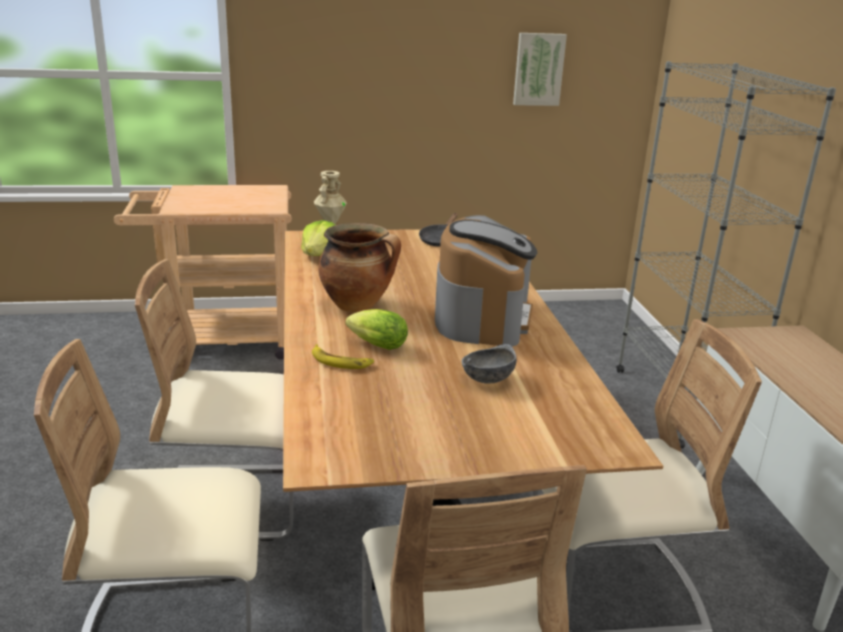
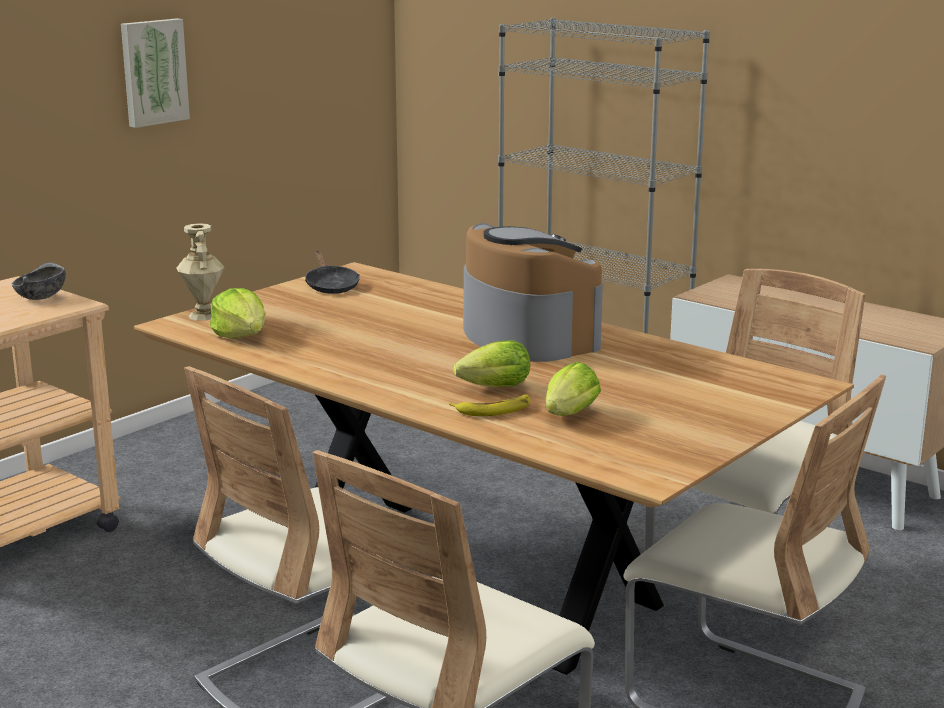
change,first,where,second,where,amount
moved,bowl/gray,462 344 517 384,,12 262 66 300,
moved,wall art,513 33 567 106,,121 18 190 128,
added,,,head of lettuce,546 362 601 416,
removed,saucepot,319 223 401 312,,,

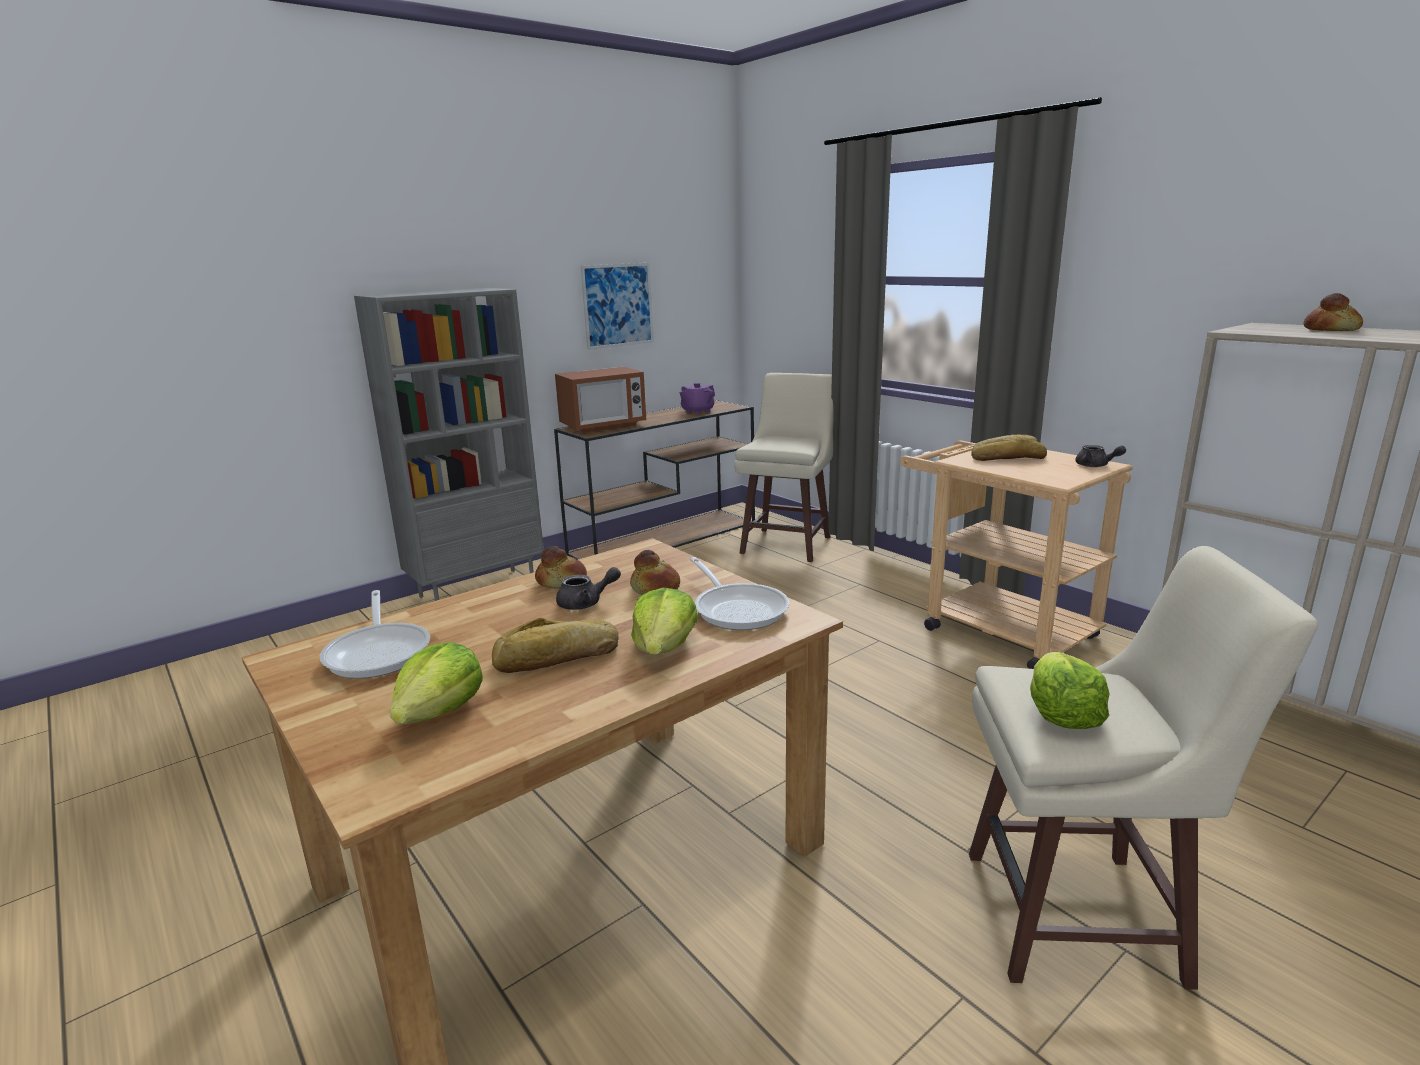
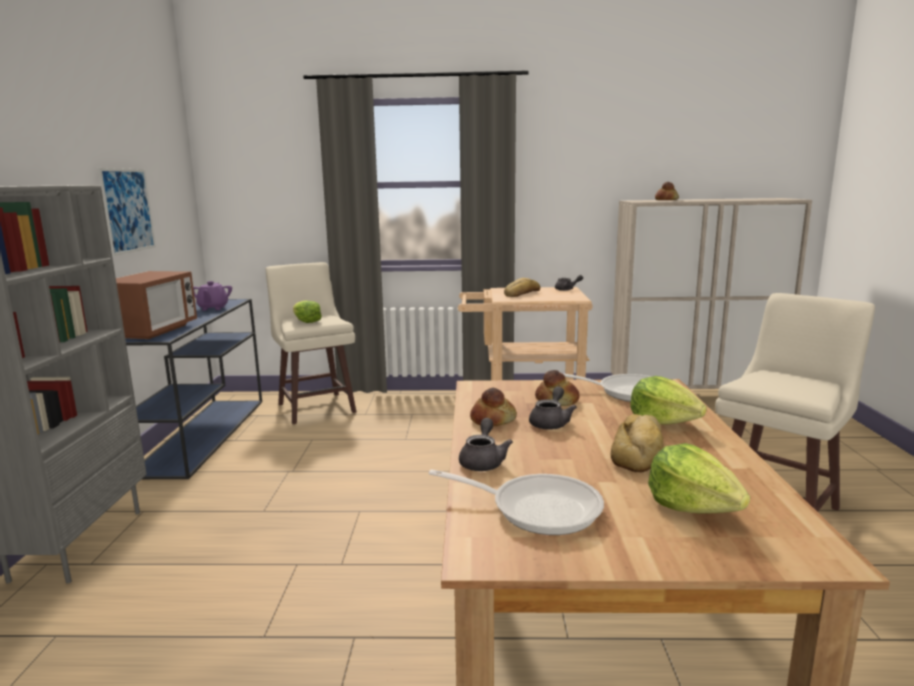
change,first,where,second,where,amount
recoloured,hall table/brownish,554 400 755 560,hall table/bluish,125 299 262 479,
moved,head of lettuce,1030 652 1110 729,,293 300 322 323,
added,,,pot for tea/gray,459 418 513 471,

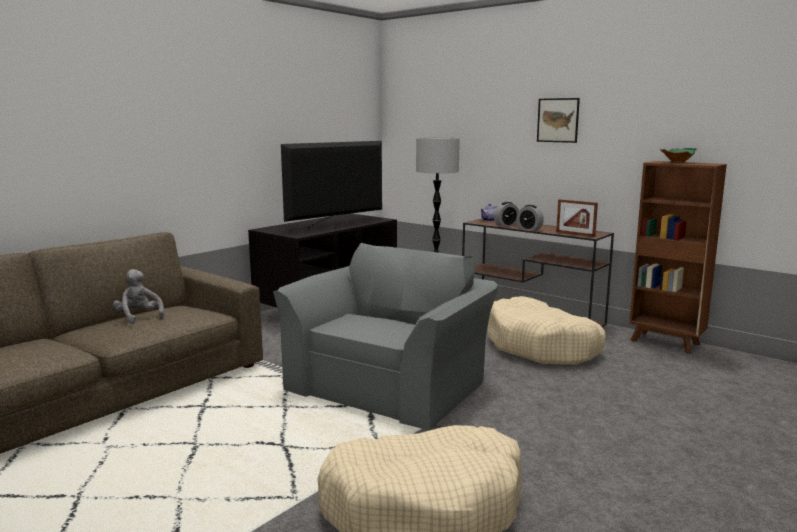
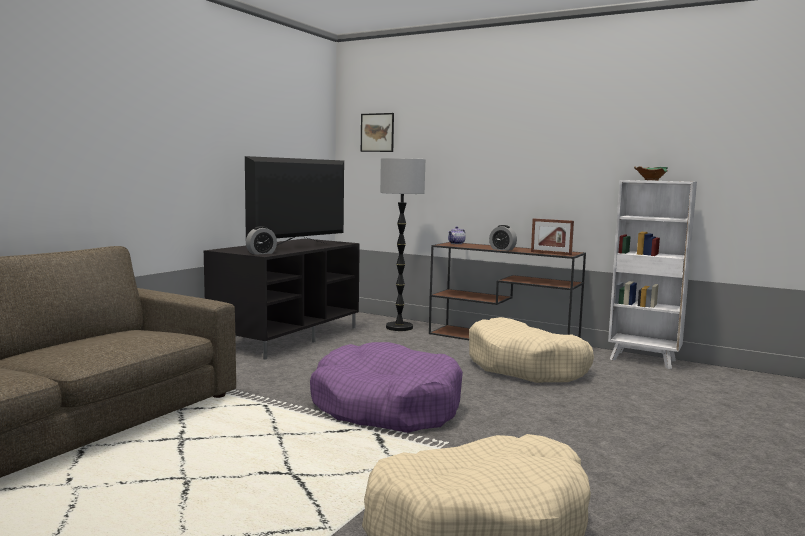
change,first,where,second,where,amount
moved,bedside clock,494 202 519 226,,246 226 277 255,
replaced,lounge chair/gray,273 243 498 430,dog cushion/purple,310 342 463 433,
moved,wall art,537 98 580 143,,361 113 394 152,
recoloured,shelving unit/brownish,629 161 727 354,shelving unit/whitish,608 180 697 369,
removed,cuddly toy/gray,113 269 164 324,,,

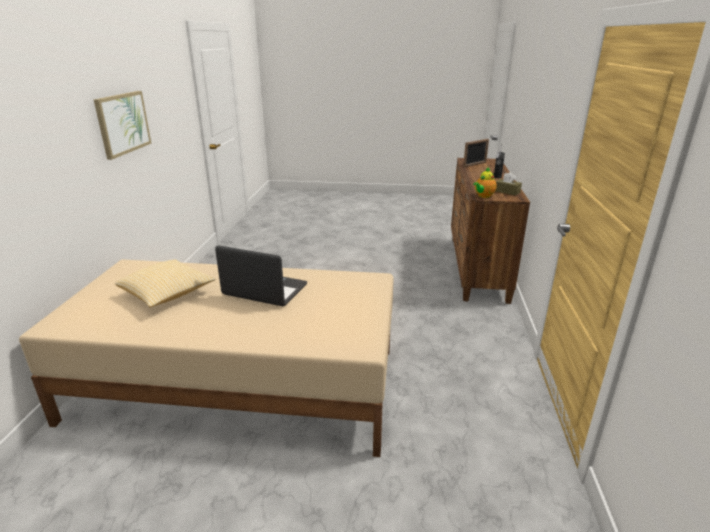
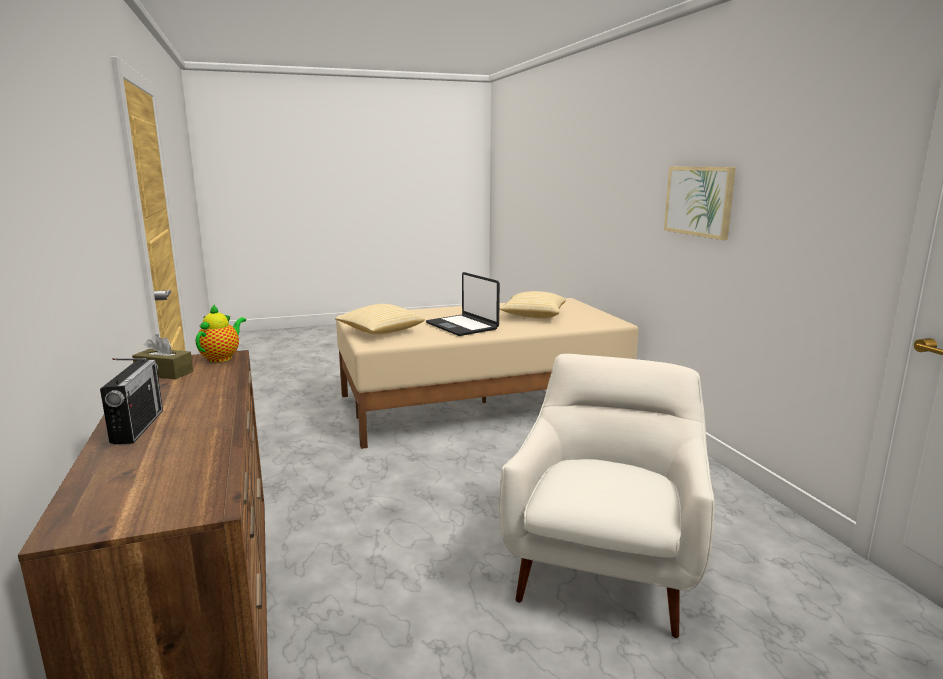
change,first,where,second,where,amount
added,,,pillow,335 304 425 334,
turned,notebook computer,215 245 307 306,,426 272 500 336,60 degrees clockwise
added,,,lounge chair/whitish,499 354 715 638,
removed,photo frame,463 139 489 168,,,

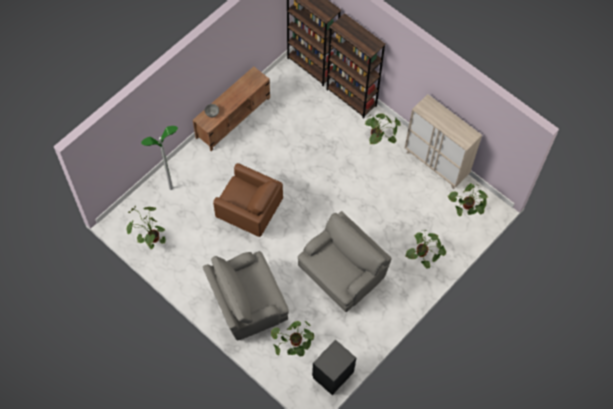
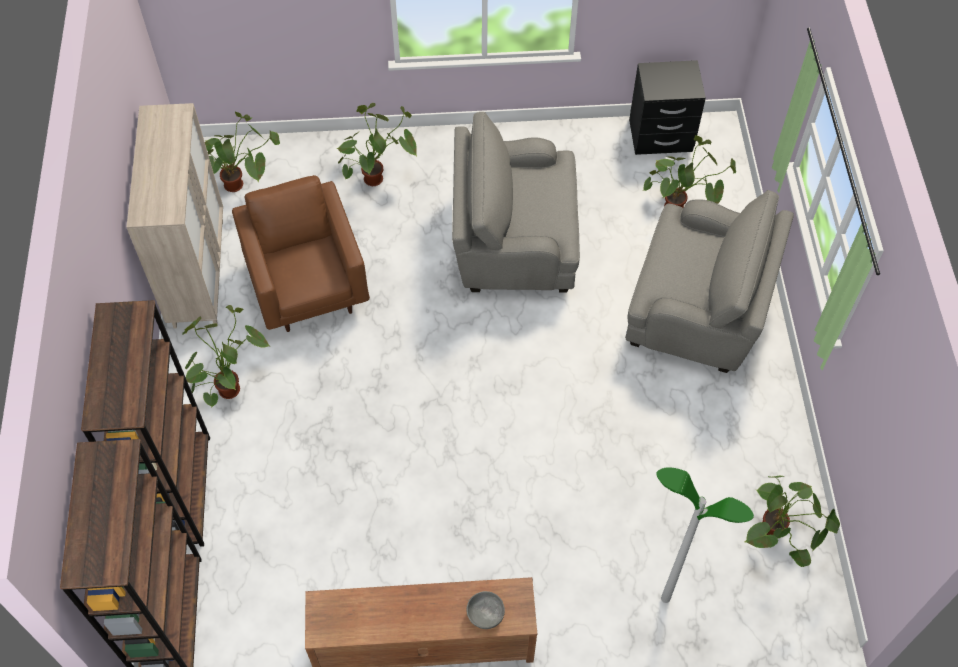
change,first,where,second,where,amount
moved,lounge chair/brownish,213 163 283 237,,232 175 370 332,

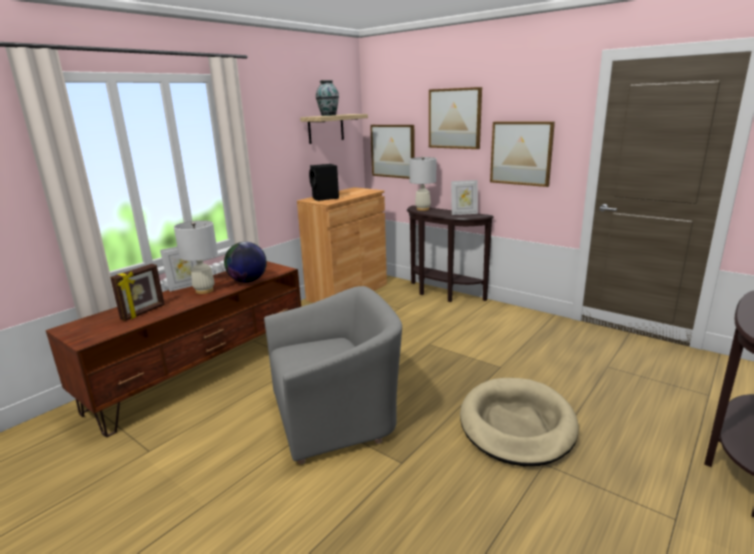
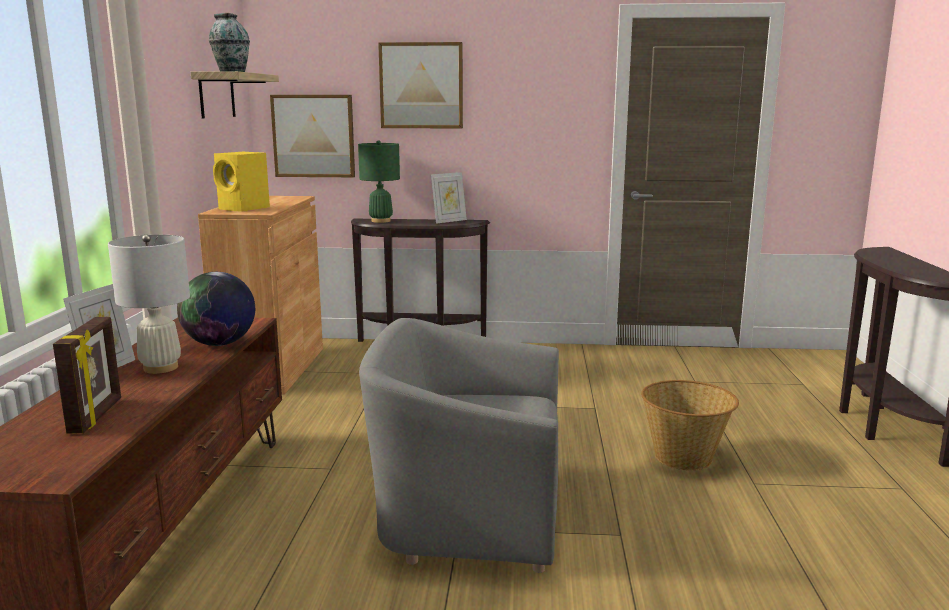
change,first,where,second,where,amount
recoloured,loudspeaker/black-coloured,309 164 339 201,loudspeaker/yellow-coloured,213 152 270 212,
recoloured,tabletop lamp/whitish,409 156 436 211,tabletop lamp/green-coloured,358 140 400 223,
turned,lounge chair/gray,264 286 402 464,,359 318 559 573,120 degrees counterclockwise
replaced,dog cushion/beige,460 378 579 466,basket,641 380 739 470,
removed,wall art,490 122 555 187,,,

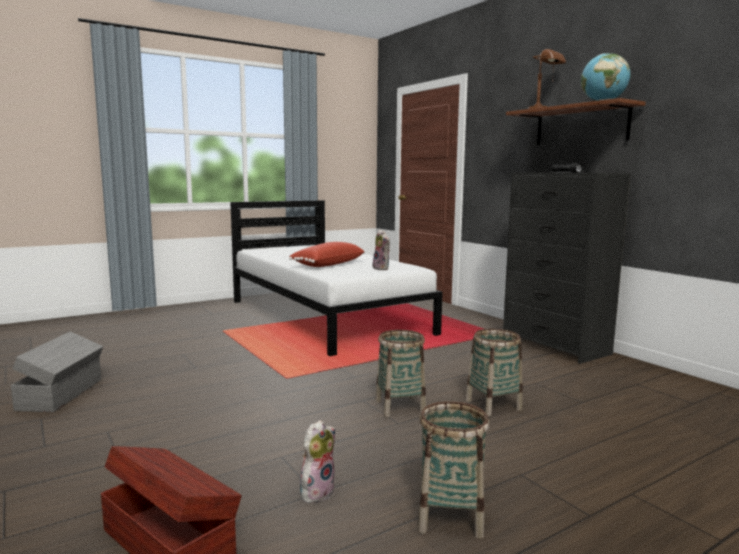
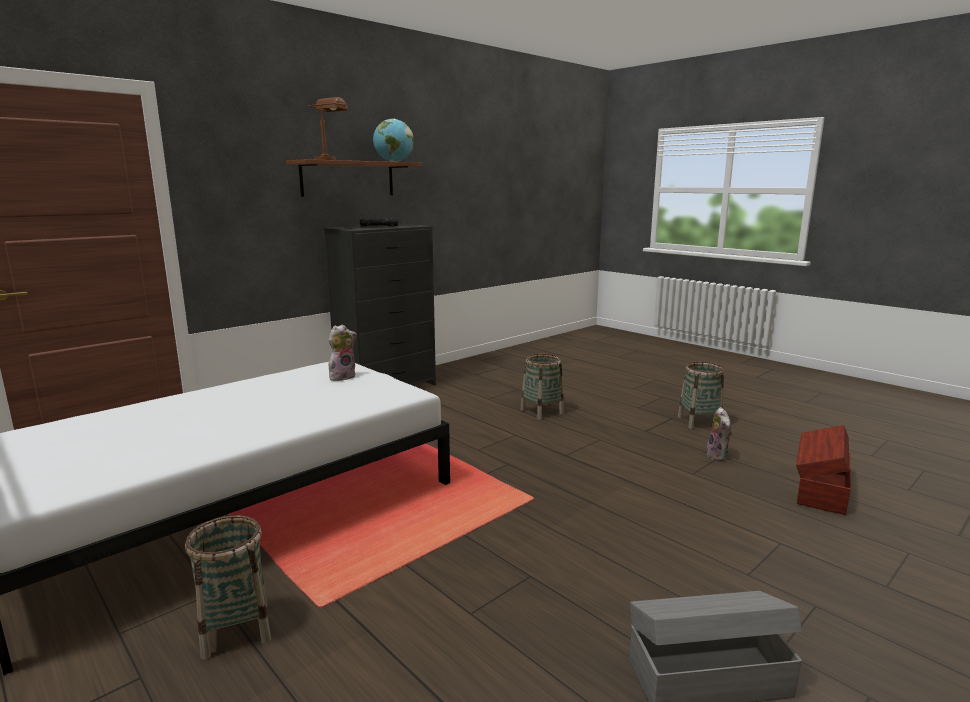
change,first,where,second,where,amount
moved,basket,375 330 426 417,,185 515 271 660,
turned,cuddly toy,300 420 335 505,,706 407 732 461,120 degrees counterclockwise
removed,pillow/reddish,289 242 365 267,,,

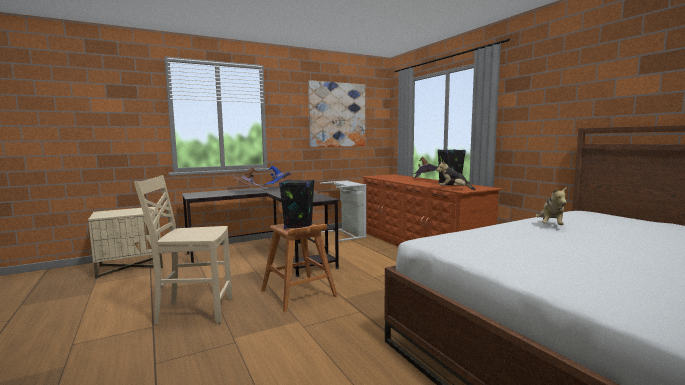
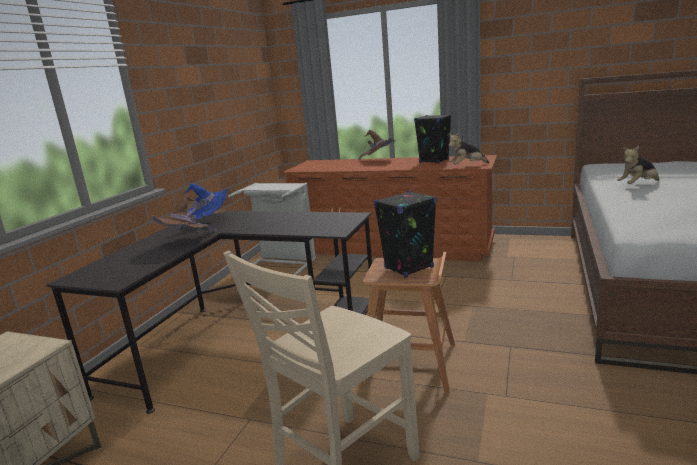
change,first,where,second,where,amount
turned,cuddly toy,535 187 567 225,,617 146 659 184,90 degrees clockwise
removed,wall art,308 80 365 147,,,

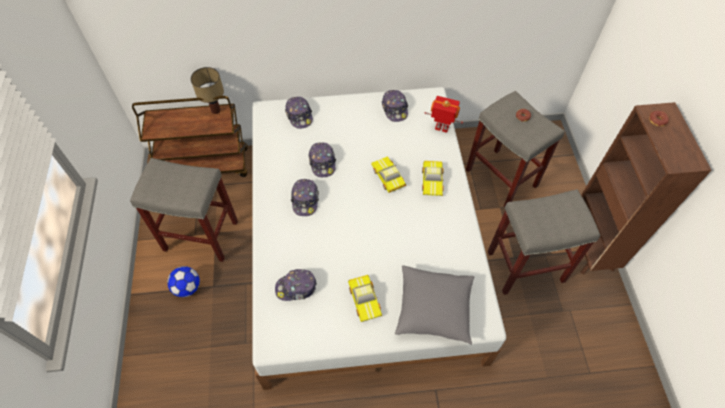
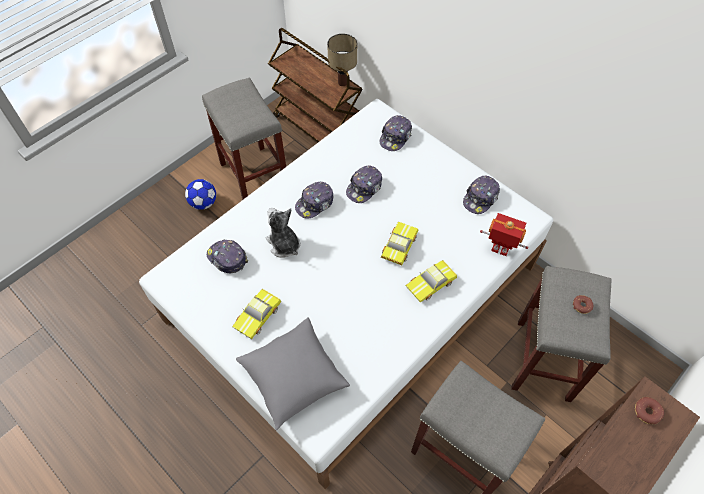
change,first,where,second,where,amount
added,,,cuddly toy,266 208 300 258,
turned,robot figure,425 96 463 133,,480 213 528 256,45 degrees counterclockwise

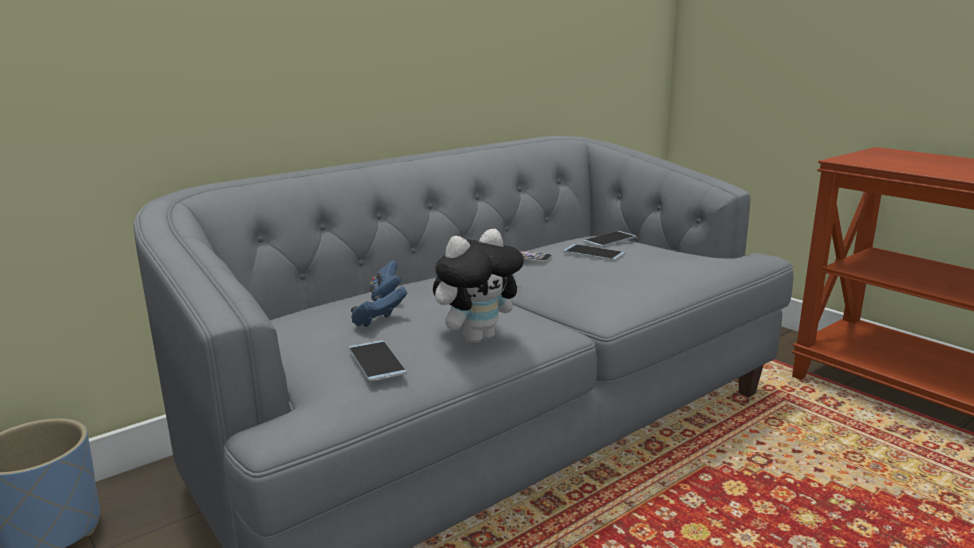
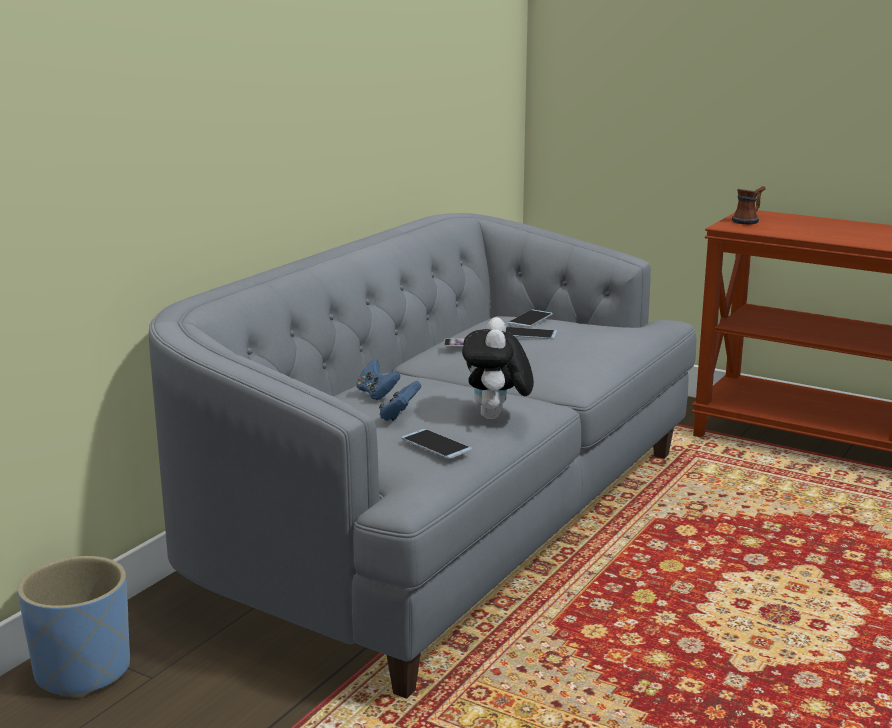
change,first,where,second,where,amount
turned,cuddly toy,433 229 524 343,,462 317 534 419,150 degrees clockwise
added,,,coffee mug,732 186 766 225,

